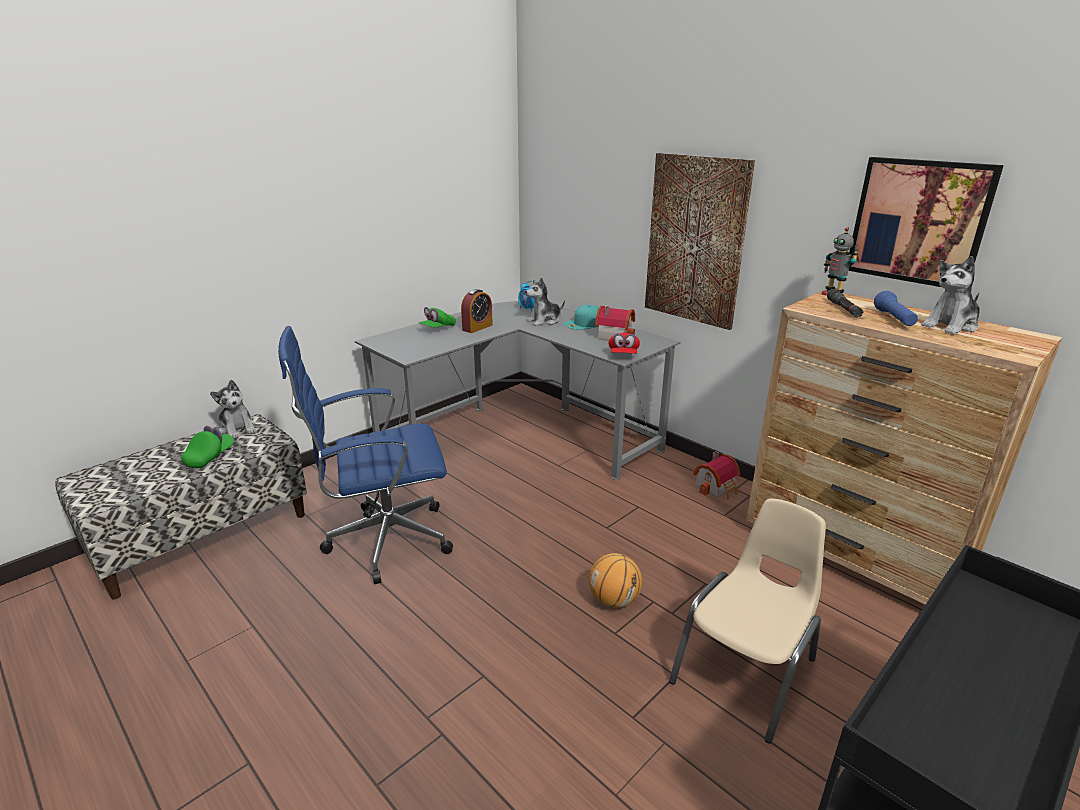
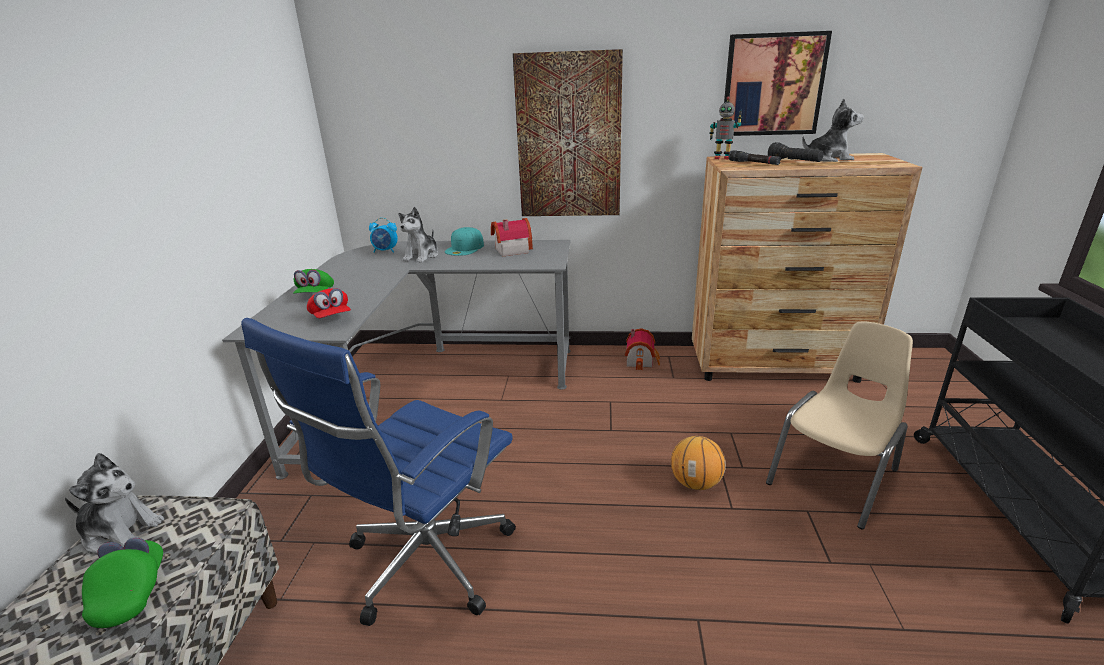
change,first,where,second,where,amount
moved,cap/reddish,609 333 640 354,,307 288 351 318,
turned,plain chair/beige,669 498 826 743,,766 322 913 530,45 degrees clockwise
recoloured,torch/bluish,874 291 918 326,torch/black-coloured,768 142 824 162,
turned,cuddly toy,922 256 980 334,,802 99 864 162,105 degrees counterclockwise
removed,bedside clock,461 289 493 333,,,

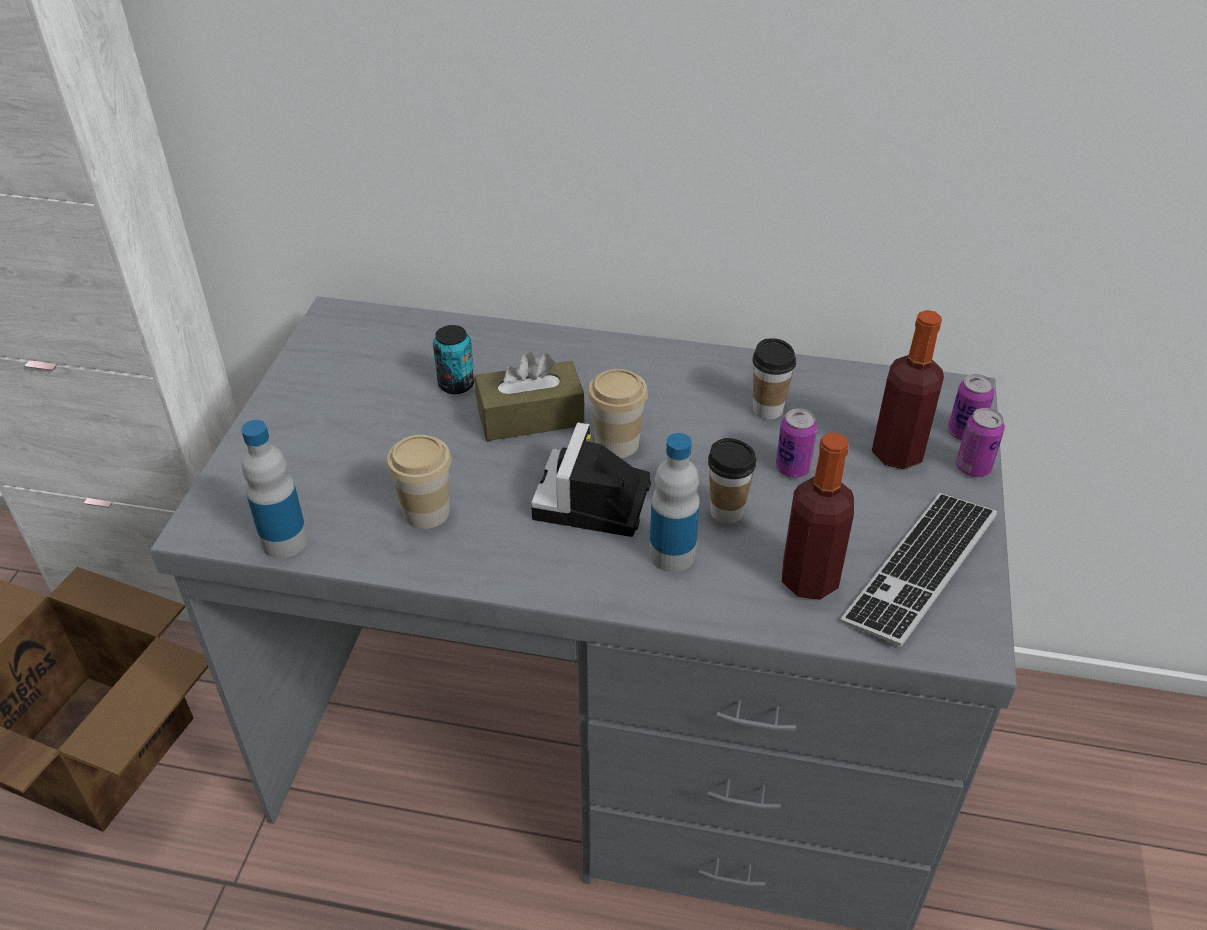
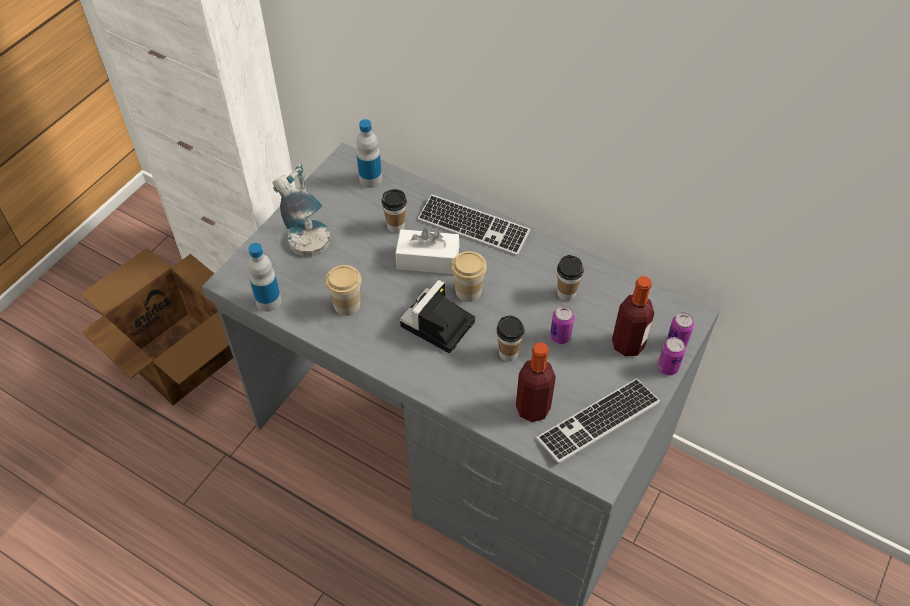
change,first,where,second,where,amount
added,,,tabletop lamp,272 164 331 257,
moved,bottle,649 433 700 572,,356 119 382 188,
replaced,metal can,433 325 475 394,small cup,382 189 407 233,
recoloured,tissue holder/brownish,475 352 584 441,tissue holder/whitish,396 228 459 274,
added,,,computer keyboard,418 194 530 256,

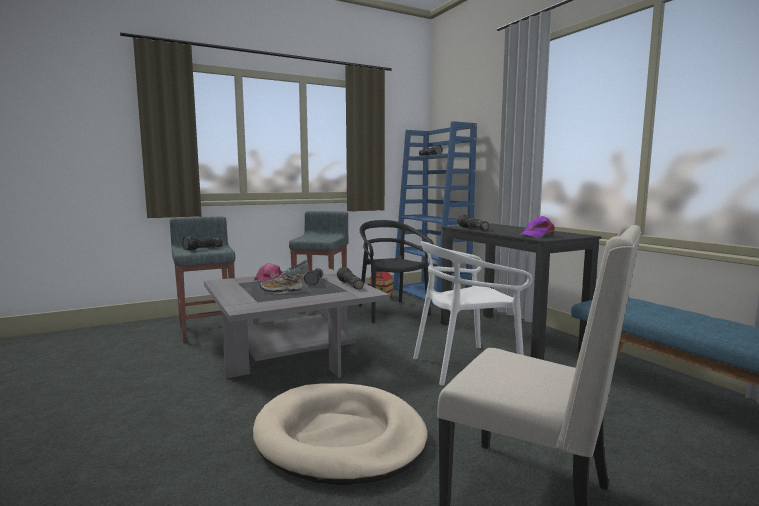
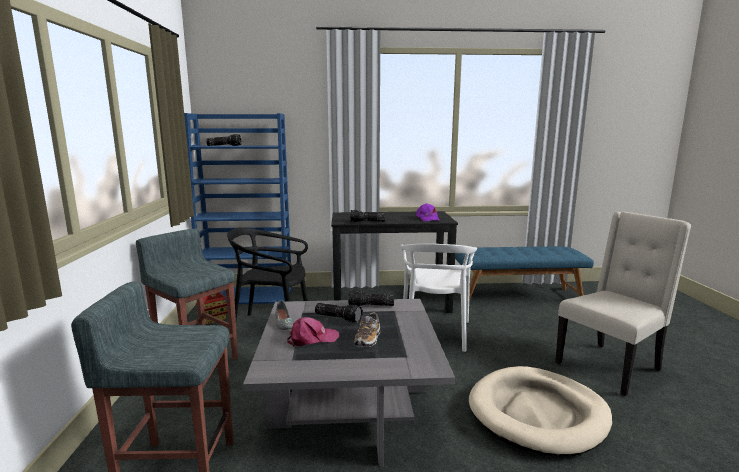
change,first,where,second,where,amount
removed,torch,182 237 223 251,,,

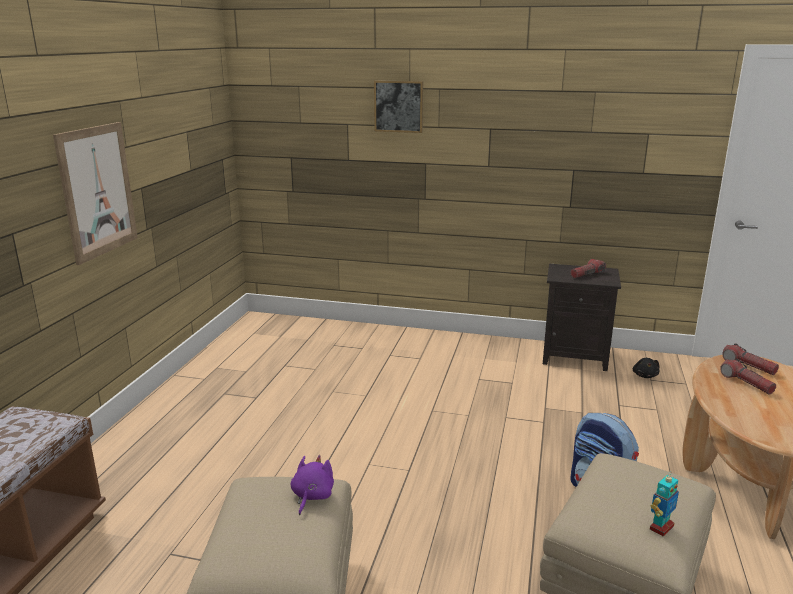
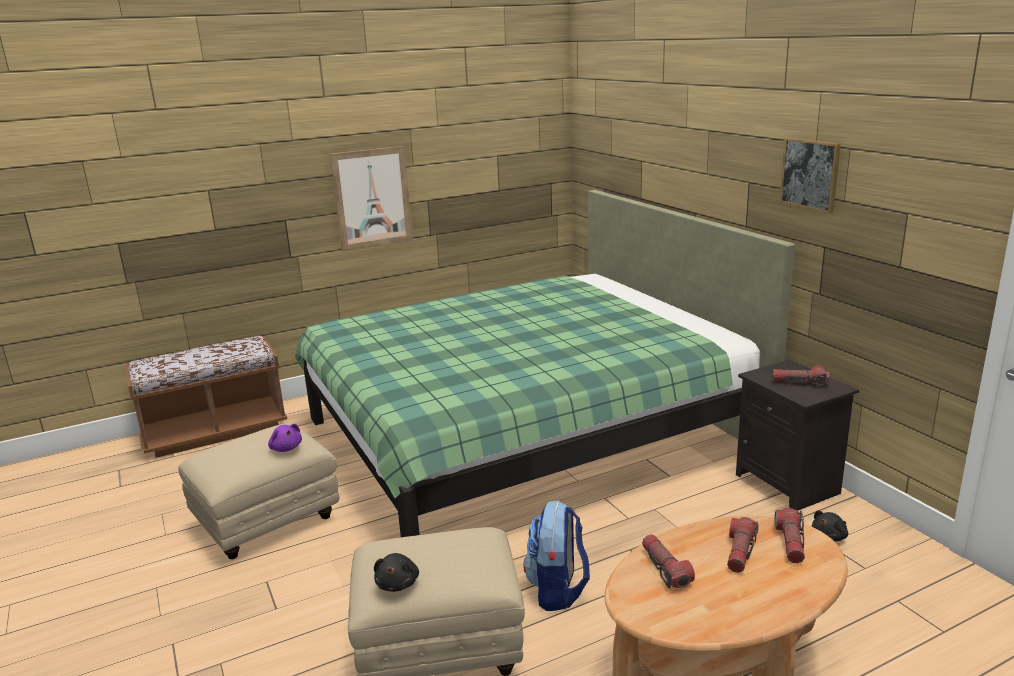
change,first,where,second,where,amount
turned,cuddly toy/purple,291 455 334 515,,268 424 302 452,75 degrees clockwise
added,,,bed/green-coloured,295 190 795 537,
replaced,robot figure,650 471 679 537,cuddly toy/black-coloured,374 553 419 592,
added,,,torch,642 534 695 588,
moved,wall art,374 80 423 133,,779 137 841 213,

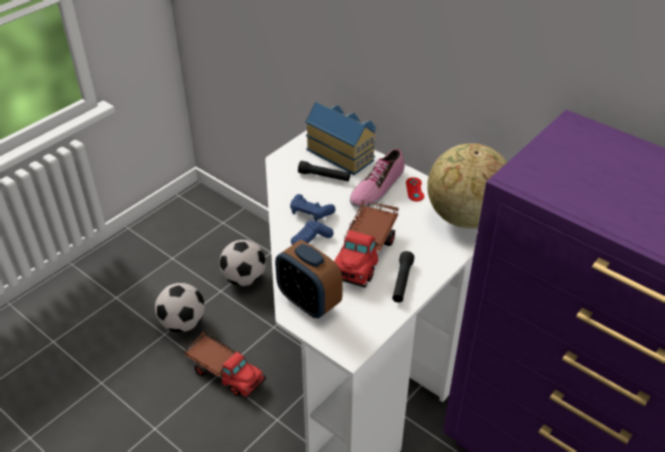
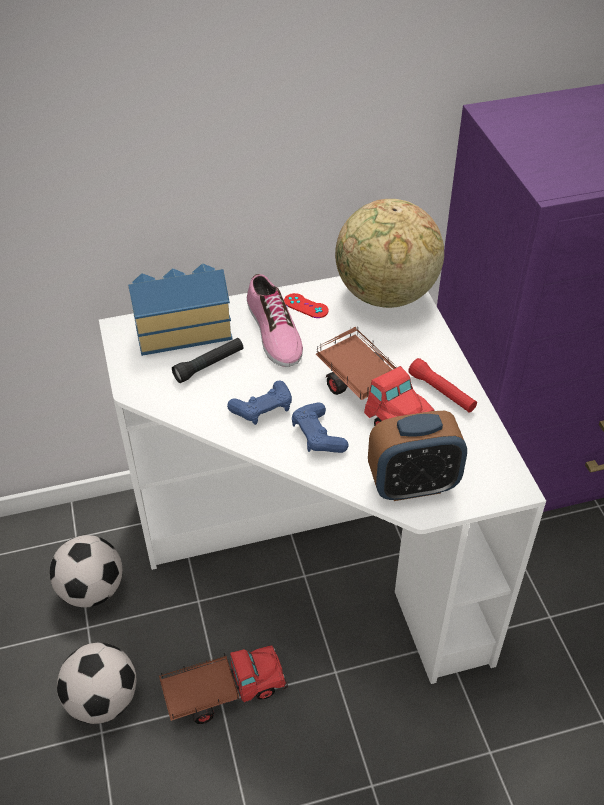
change,first,where,second,where,amount
recoloured,torch/black-coloured,392 251 415 303,torch/reddish,408 358 477 413,

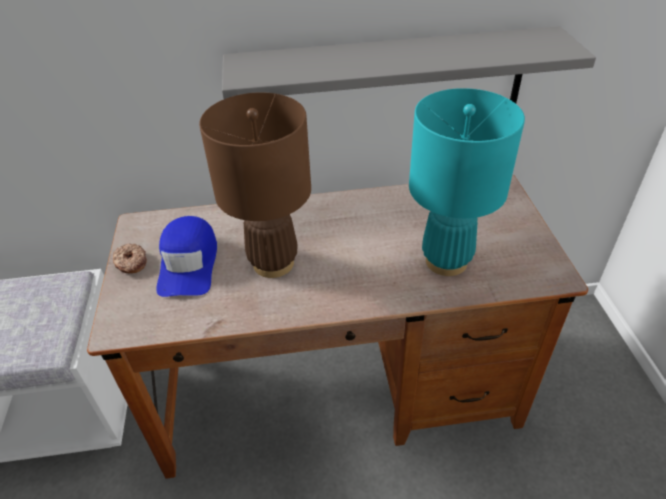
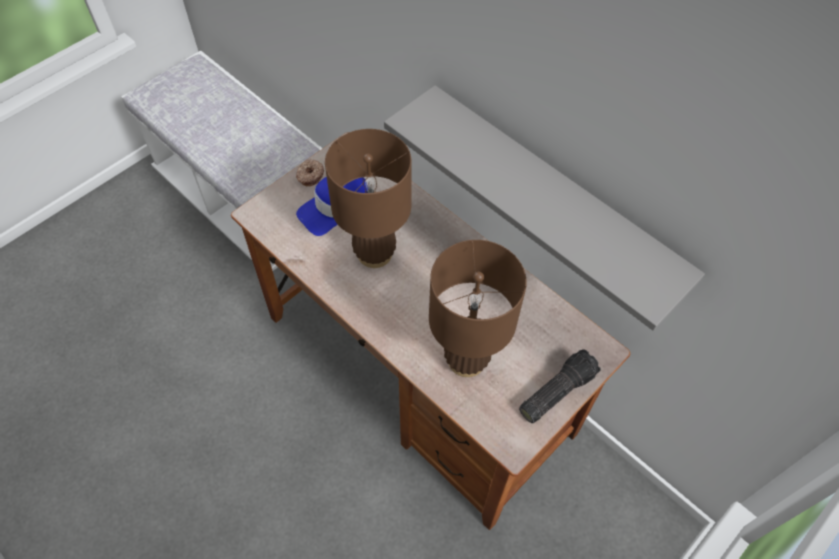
change,first,where,second,where,amount
recoloured,tabletop lamp/blue-green,409 88 525 276,tabletop lamp/brownish,429 240 527 377,
added,,,torch,519 349 601 423,

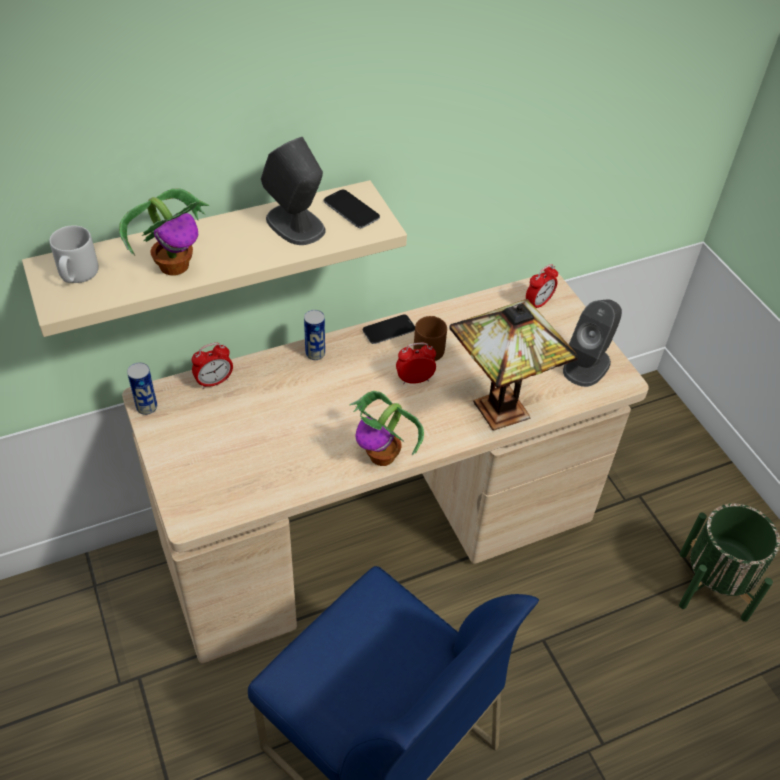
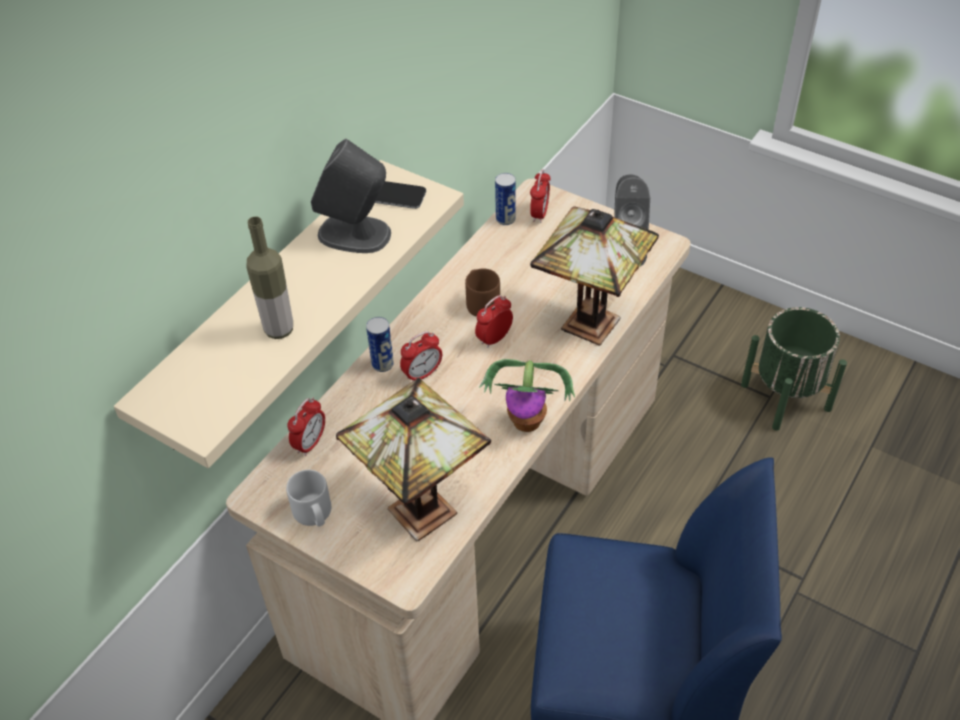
change,first,where,second,where,amount
replaced,potted plant,119 189 210 276,bottle,246 216 293 339,
moved,coffee mug/gray,49 225 99 283,,286 470 331 526,
added,,,tabletop lamp,336 378 491 542,
added,,,bedside clock,400 331 442 382,
moved,metal can,127 363 157 415,,495 173 516 225,
removed,handset,363 314 415 344,,,

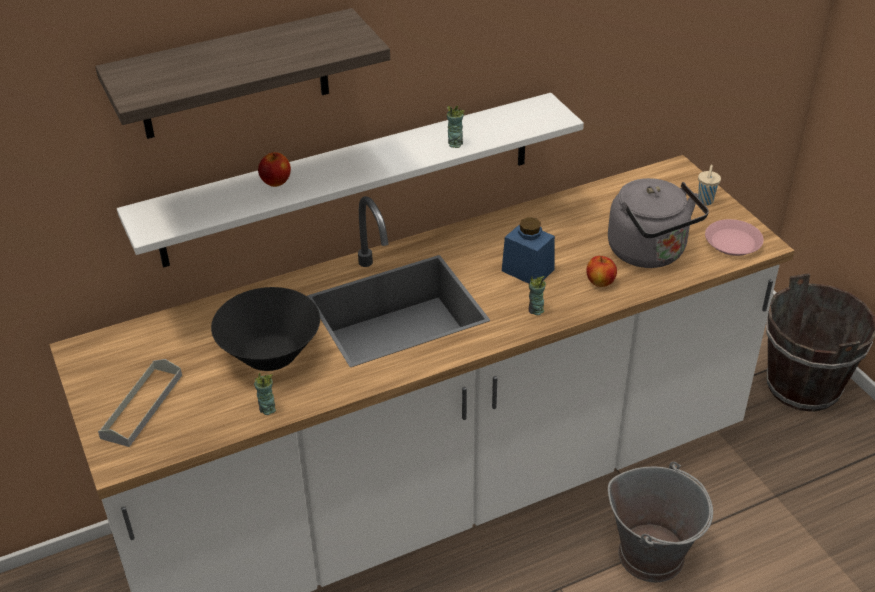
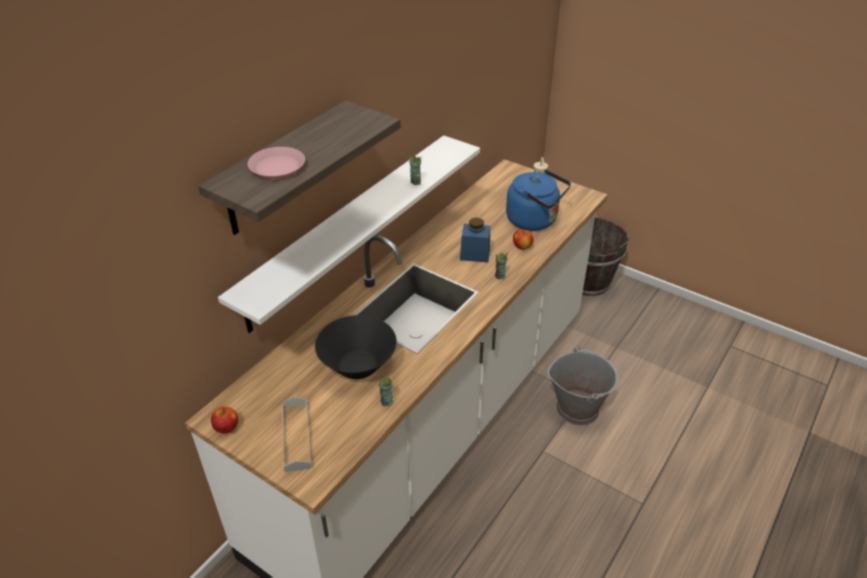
change,first,where,second,where,amount
moved,apple fruit,258 152 291 187,,211 406 238 434,
moved,dinner plate/pink-coloured,705 219 764 256,,248 147 305 179,
recoloured,tea kettle/gray,608 178 709 268,tea kettle/bluish,506 169 571 231,

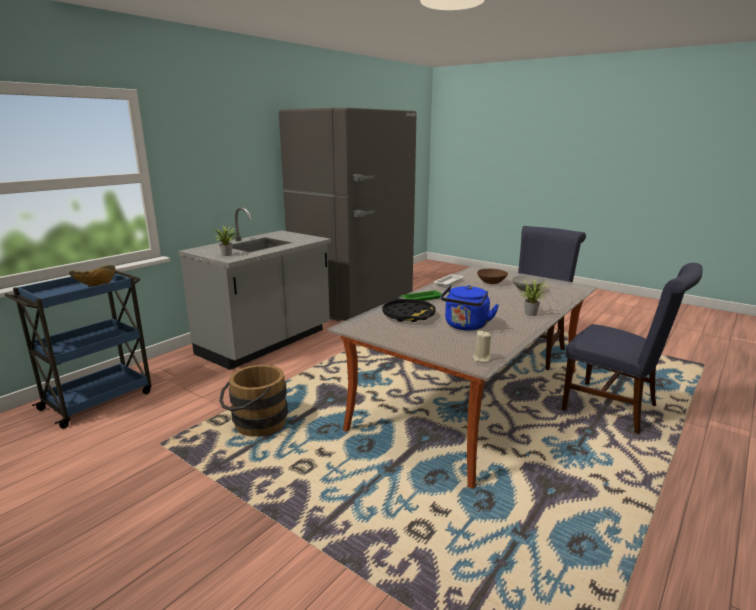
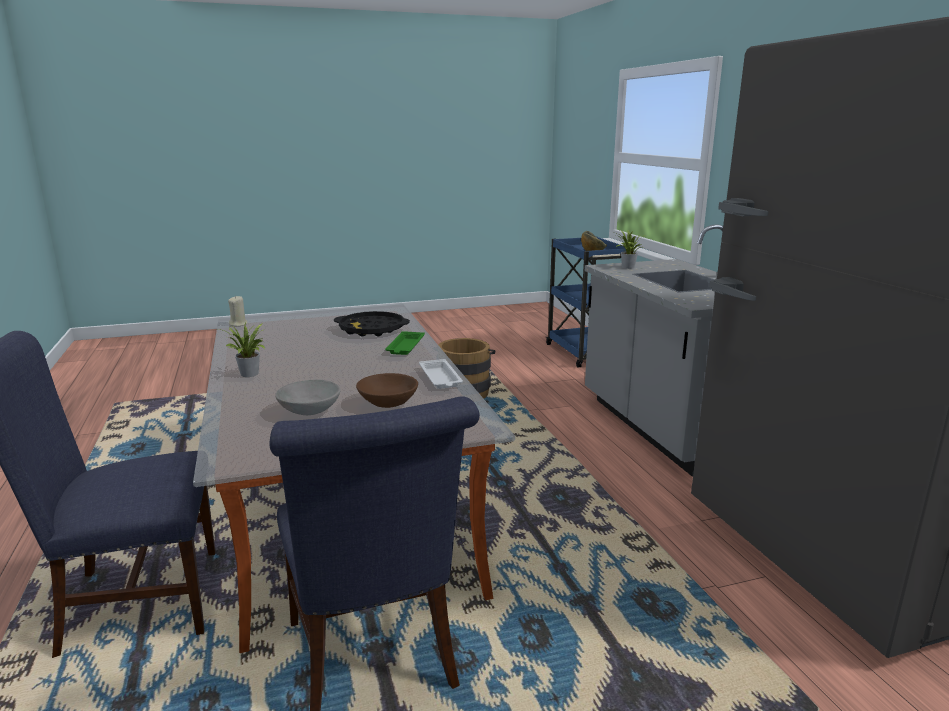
change,first,where,second,where,amount
removed,tea kettle/bluish,441 285 499 331,,,

